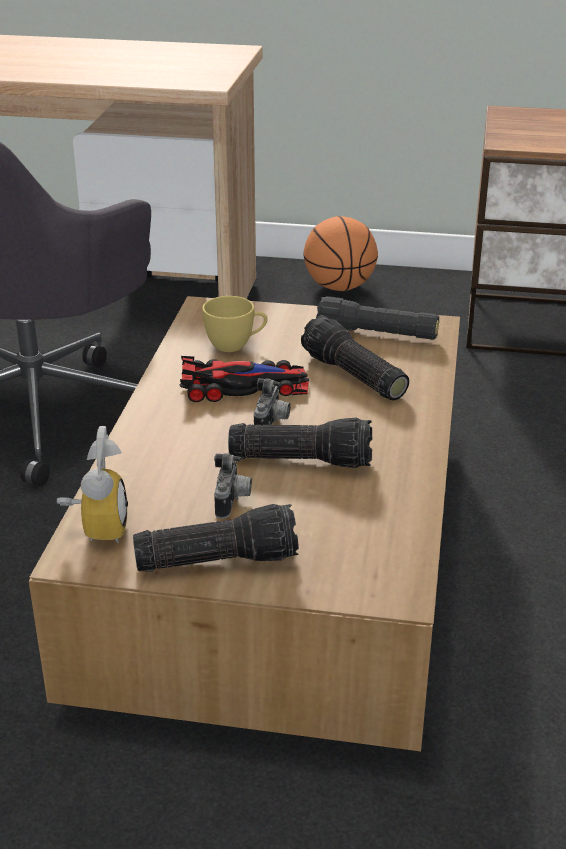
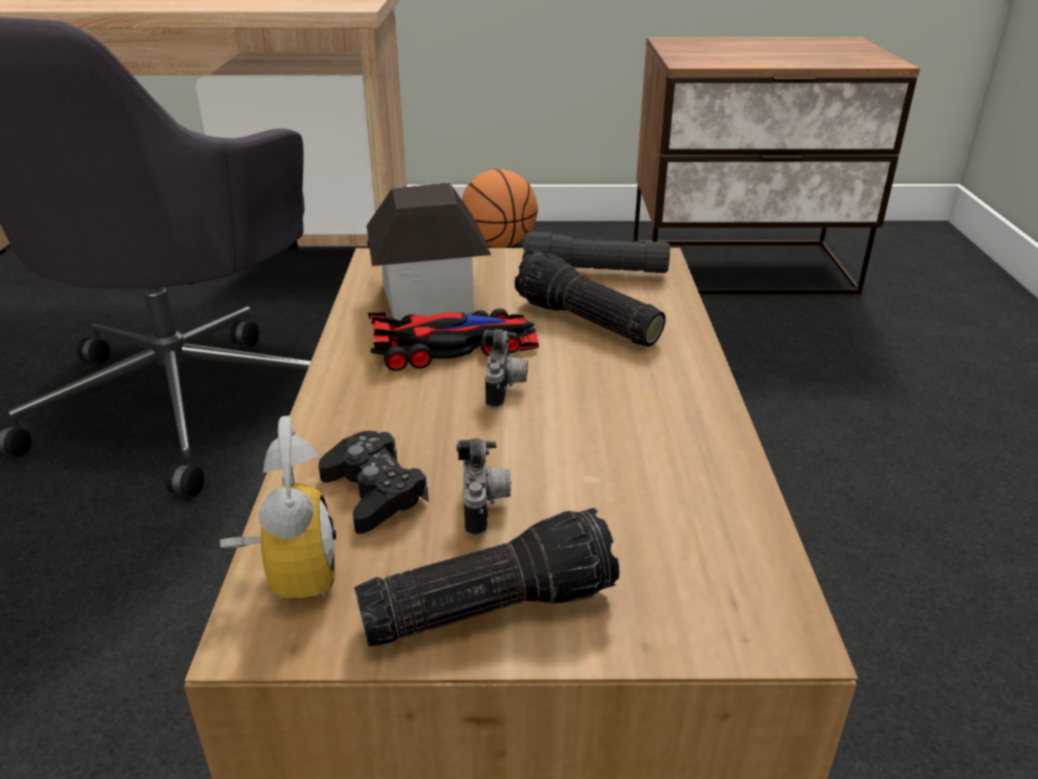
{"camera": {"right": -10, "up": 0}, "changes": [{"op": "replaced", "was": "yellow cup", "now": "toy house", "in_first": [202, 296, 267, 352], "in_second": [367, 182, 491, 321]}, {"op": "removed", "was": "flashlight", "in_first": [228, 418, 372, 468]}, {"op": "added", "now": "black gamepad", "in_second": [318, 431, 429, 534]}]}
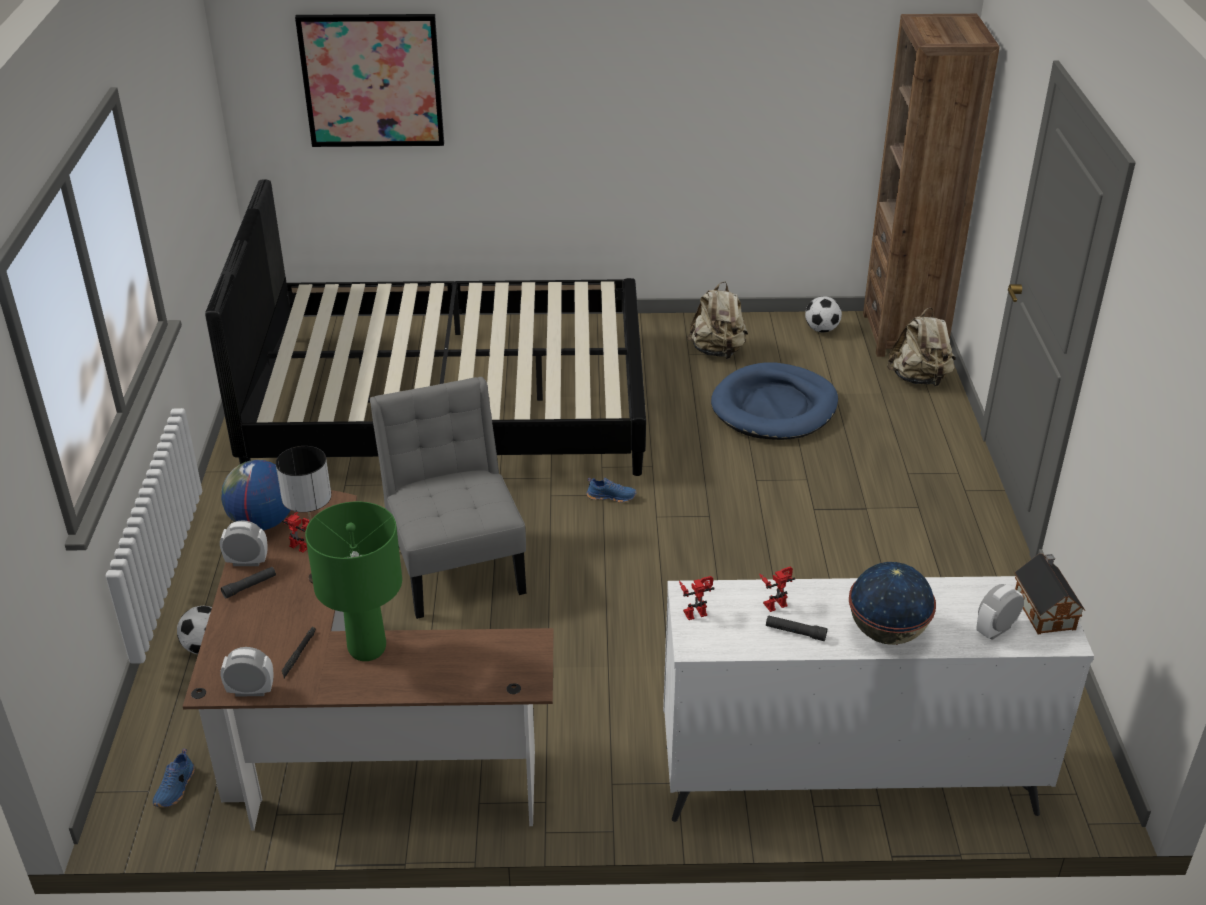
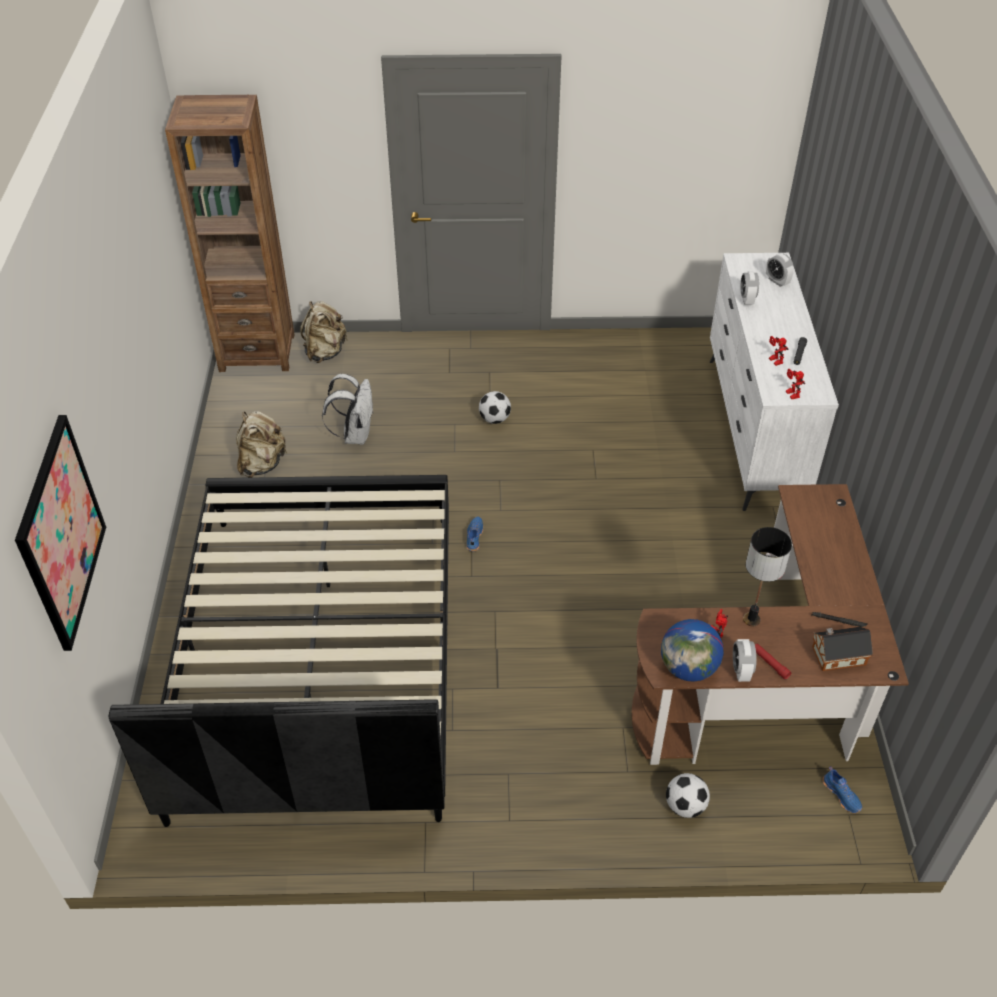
{"camera": {"right": -90, "up": 10}, "changes": [{"op": "turned", "was": "blue shoe", "in_first": [153, 749, 195, 807], "in_second": [823, 766, 862, 813], "clockwise": 45}, {"op": "moved", "was": "table clock", "in_first": [220, 647, 274, 697], "in_second": [740, 271, 759, 305]}, {"op": "recoloured", "was": "black flashlight", "now": "reddish flashlight", "in_first": [221, 567, 276, 599], "in_second": [755, 644, 792, 680]}, {"op": "removed", "was": "green-coloured lamp for a table", "in_first": [305, 501, 402, 661]}, {"op": "removed", "was": "gray upright chair", "in_first": [370, 377, 526, 619]}, {"op": "replaced", "was": "blue pet bed", "now": "white-coloured rucksack", "in_first": [711, 363, 838, 440], "in_second": [322, 374, 374, 445]}, {"op": "moved", "was": "ball for football", "in_first": [805, 296, 842, 333], "in_second": [479, 391, 511, 424]}, {"op": "removed", "was": "globe", "in_first": [849, 562, 936, 645]}, {"op": "moved", "was": "toy house", "in_first": [1014, 554, 1085, 634], "in_second": [812, 627, 873, 671]}]}
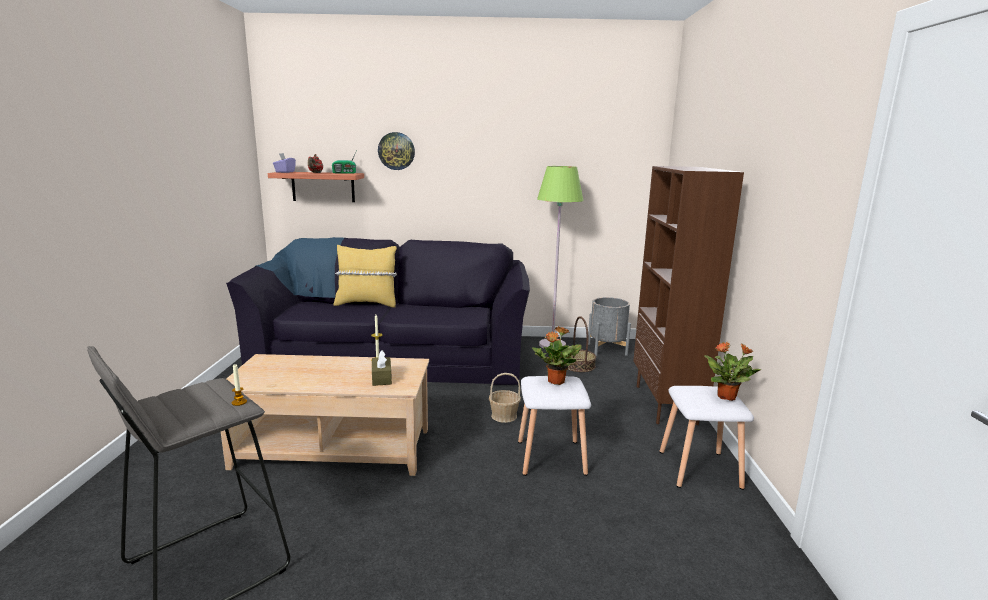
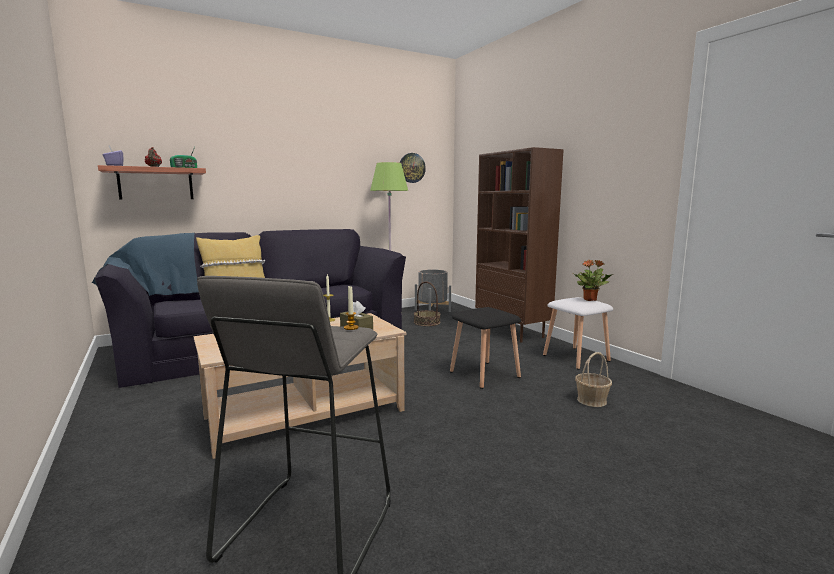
{"camera": {"right": -30, "up": -5}, "changes": [{"op": "moved", "was": "hanging clock", "in_first": [378, 132, 415, 170], "in_second": [400, 153, 426, 183]}, {"op": "moved", "was": "basket", "in_first": [489, 373, 521, 423], "in_second": [575, 352, 612, 407]}, {"op": "recoloured", "was": "white-coloured stool", "now": "black stool", "in_first": [518, 376, 591, 476], "in_second": [450, 307, 521, 389]}, {"op": "removed", "was": "plant in a pot", "in_first": [532, 326, 582, 385]}]}
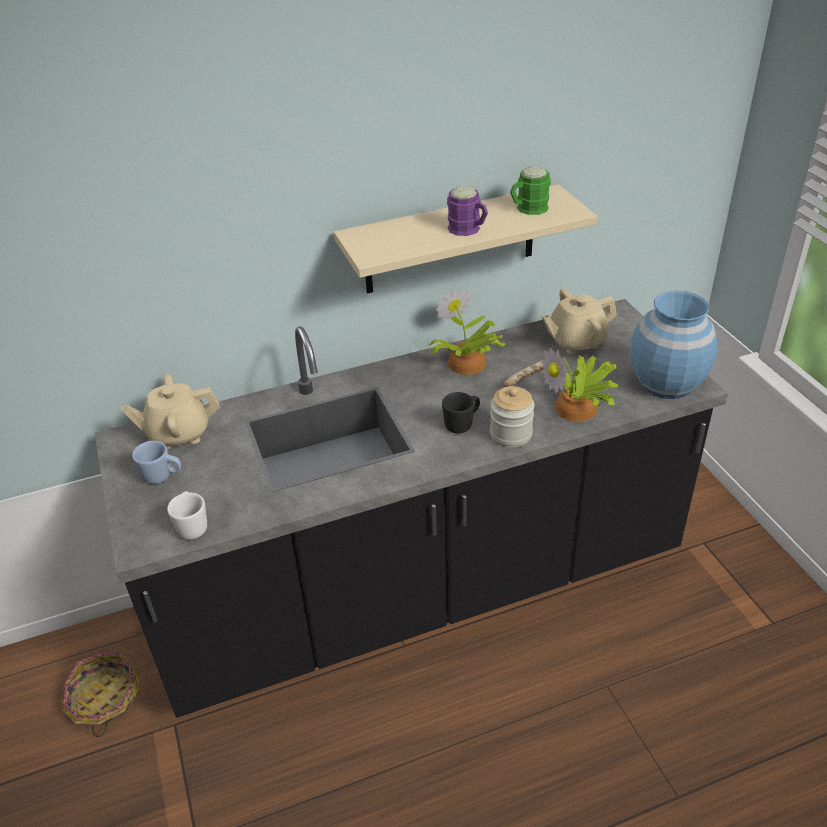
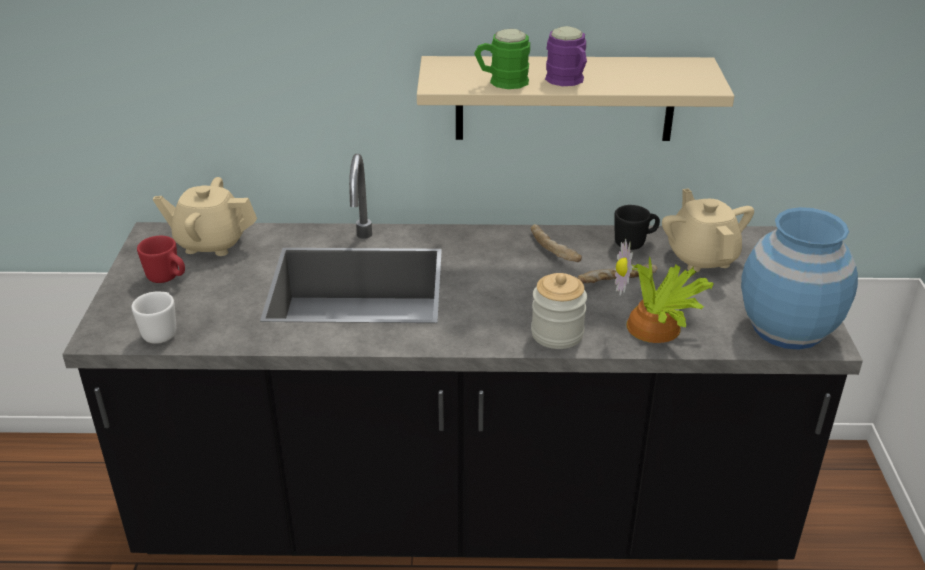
{"camera": {"right": 20, "up": -5}, "changes": [{"op": "removed", "was": "basket", "in_first": [61, 652, 140, 737]}, {"op": "recoloured", "was": "blue coffee mug", "now": "reddish coffee mug", "in_first": [132, 441, 181, 484], "in_second": [137, 236, 185, 283]}, {"op": "replaced", "was": "plant in a pot", "now": "baked bread", "in_first": [429, 288, 507, 375], "in_second": [531, 224, 582, 262]}, {"op": "moved", "was": "black coffee mug", "in_first": [442, 392, 480, 434], "in_second": [614, 205, 660, 250]}, {"op": "moved", "was": "green-coloured coffee mug", "in_first": [510, 166, 551, 215], "in_second": [474, 29, 530, 89]}, {"op": "turned", "was": "sand-coloured tea pot", "in_first": [542, 289, 617, 354], "in_second": [662, 188, 754, 272], "clockwise": 75}]}
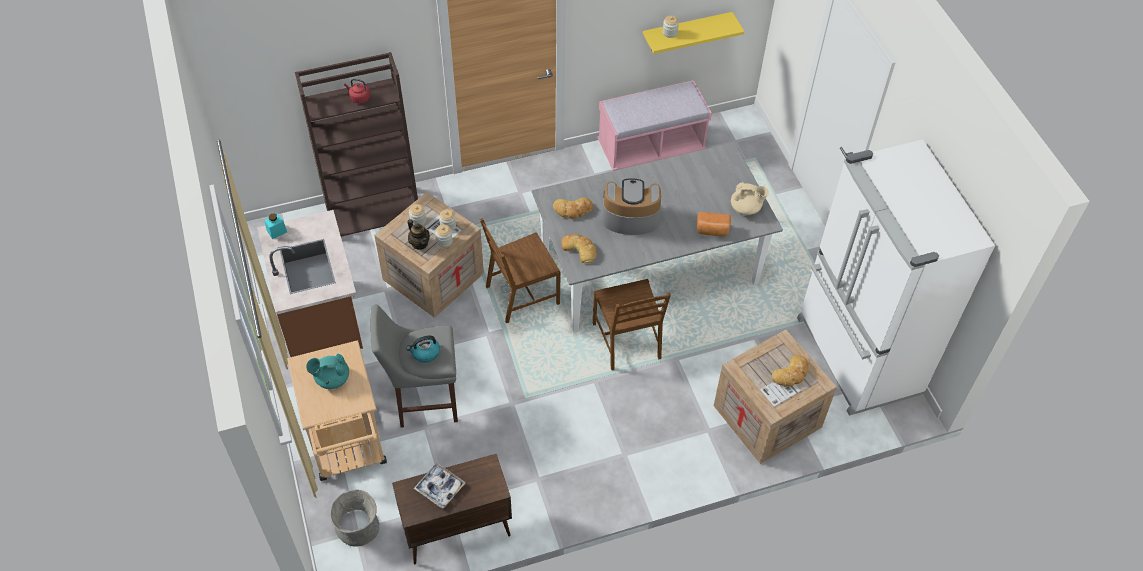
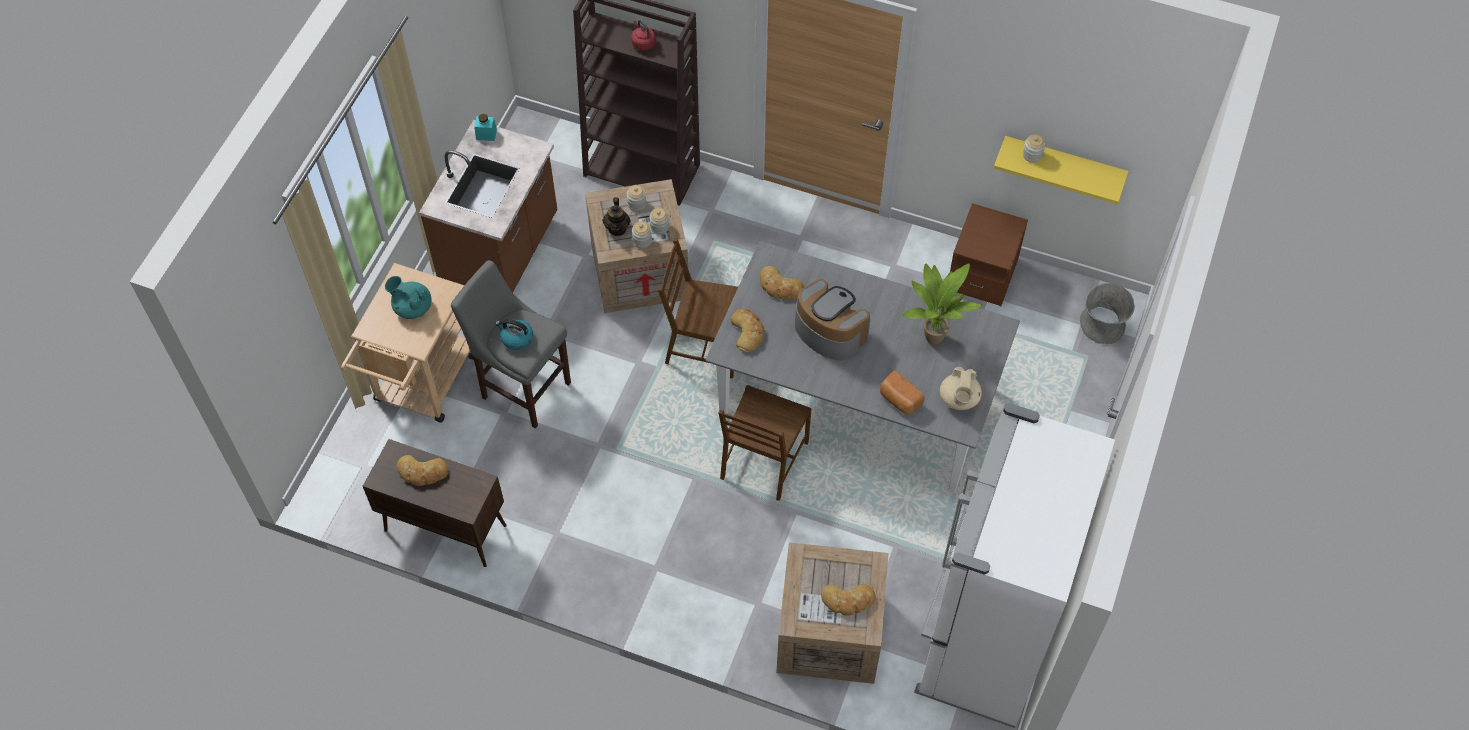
{"camera": {"right": 40, "up": 5}, "changes": [{"op": "moved", "was": "gray decorative vase", "in_first": [330, 489, 379, 547], "in_second": [1080, 283, 1135, 344]}, {"op": "replaced", "was": "carrying tray", "now": "baked bread", "in_first": [414, 463, 466, 508], "in_second": [397, 455, 448, 486]}, {"op": "replaced", "was": "pinkish indoor bench", "now": "brown nightstand", "in_first": [598, 80, 712, 171], "in_second": [950, 203, 1028, 306]}, {"op": "turned", "was": "sand-coloured tea pot", "in_first": [731, 182, 769, 215], "in_second": [940, 367, 982, 410], "clockwise": 45}, {"op": "added", "now": "plant in a pot", "in_second": [902, 263, 982, 344]}]}
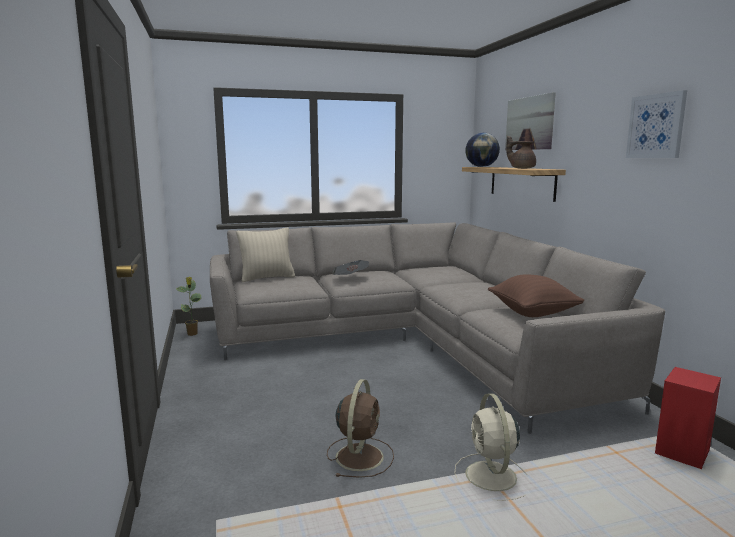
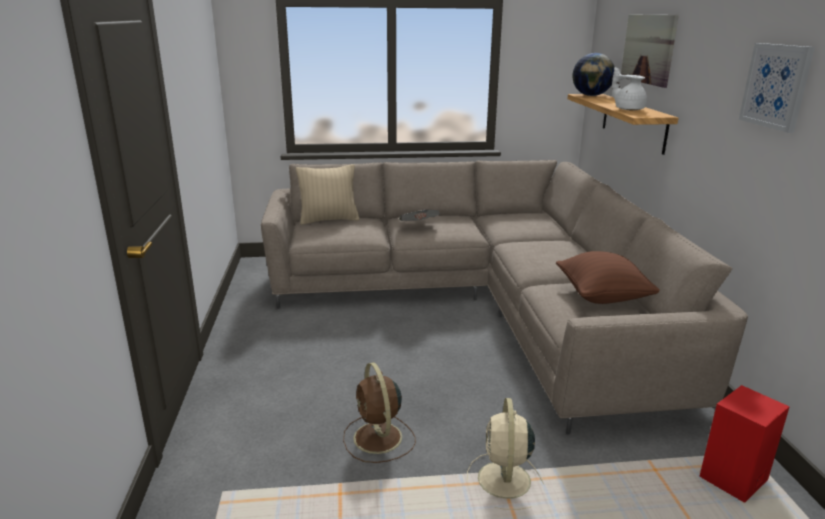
{"camera": {"right": 10, "up": 10}, "changes": [{"op": "removed", "was": "plant in a pot", "in_first": [176, 277, 202, 336]}, {"op": "turned", "was": "brown cooling fan", "in_first": [327, 379, 394, 478], "in_second": [343, 362, 416, 463], "clockwise": 135}, {"op": "recoloured", "was": "brown tea pot", "now": "white-coloured tea pot", "in_first": [506, 136, 536, 169], "in_second": [612, 67, 647, 110]}]}
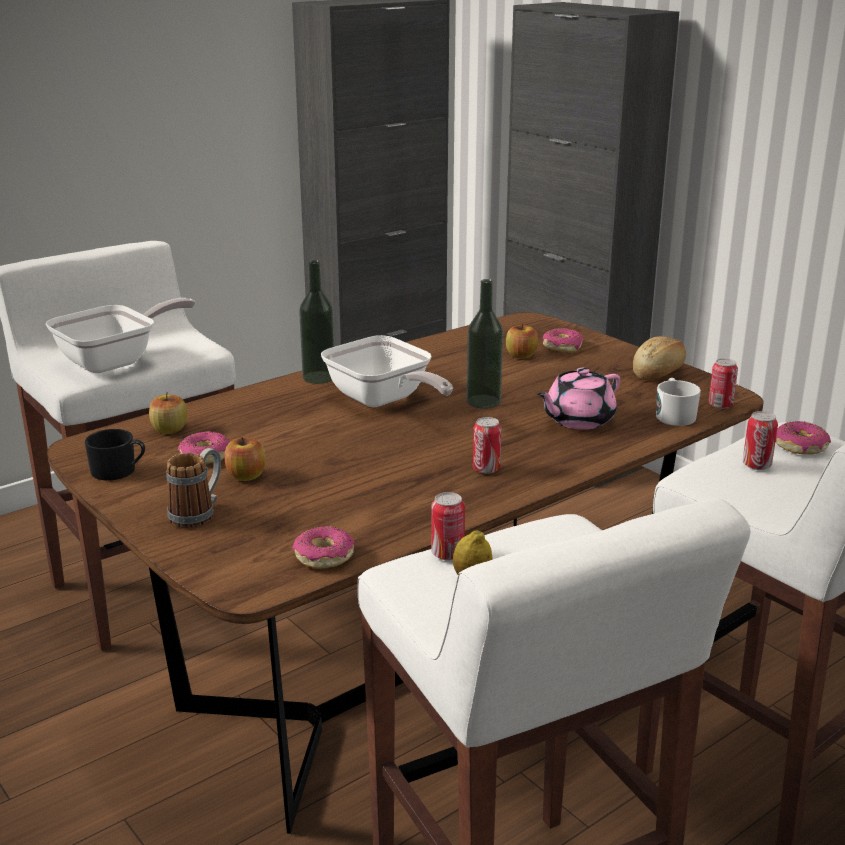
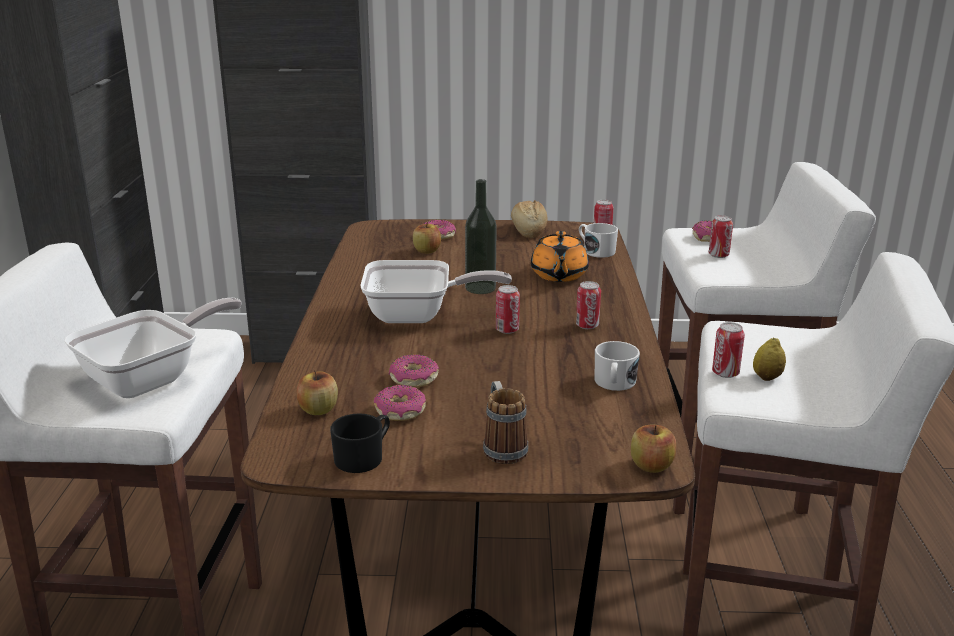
{"camera": {"right": -50, "up": 0}, "changes": [{"op": "turned", "was": "pan", "in_first": [46, 298, 195, 373], "in_second": [64, 298, 242, 398], "clockwise": 45}, {"op": "moved", "was": "apple", "in_first": [225, 437, 266, 481], "in_second": [631, 425, 676, 473]}, {"op": "moved", "was": "donut", "in_first": [292, 526, 355, 568], "in_second": [389, 355, 439, 387]}, {"op": "removed", "was": "beverage bottle", "in_first": [299, 260, 334, 384]}, {"op": "recoloured", "was": "pinkish tea pot", "now": "orangey tea pot", "in_first": [537, 368, 620, 430], "in_second": [531, 231, 589, 282]}, {"op": "added", "now": "sealed can", "in_second": [496, 285, 520, 334]}, {"op": "added", "now": "white-coloured coffee mug", "in_second": [595, 341, 640, 391]}]}
